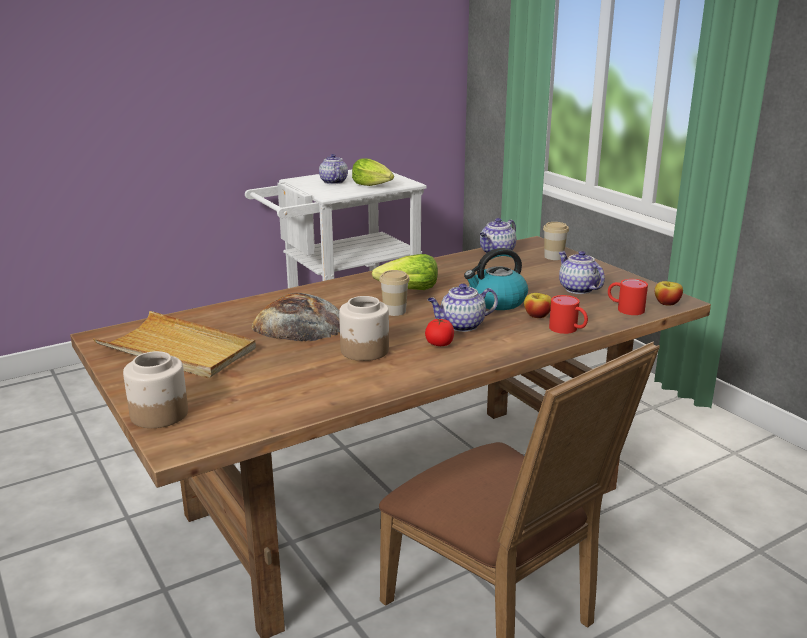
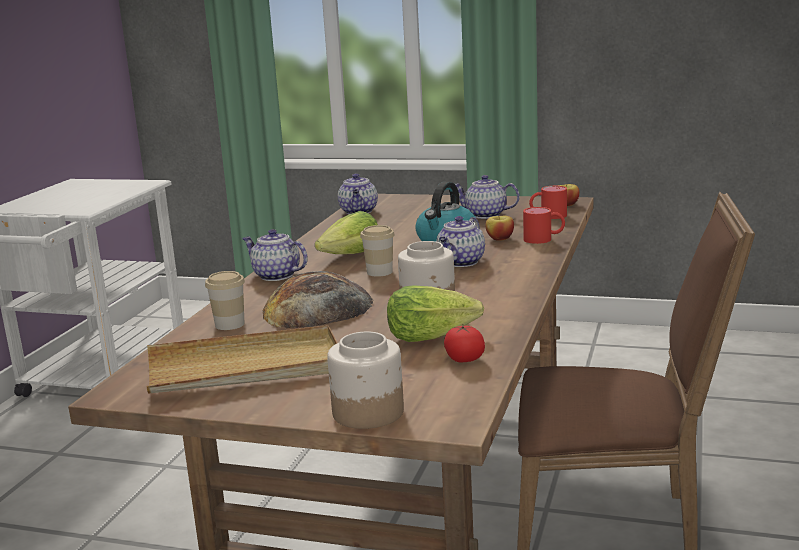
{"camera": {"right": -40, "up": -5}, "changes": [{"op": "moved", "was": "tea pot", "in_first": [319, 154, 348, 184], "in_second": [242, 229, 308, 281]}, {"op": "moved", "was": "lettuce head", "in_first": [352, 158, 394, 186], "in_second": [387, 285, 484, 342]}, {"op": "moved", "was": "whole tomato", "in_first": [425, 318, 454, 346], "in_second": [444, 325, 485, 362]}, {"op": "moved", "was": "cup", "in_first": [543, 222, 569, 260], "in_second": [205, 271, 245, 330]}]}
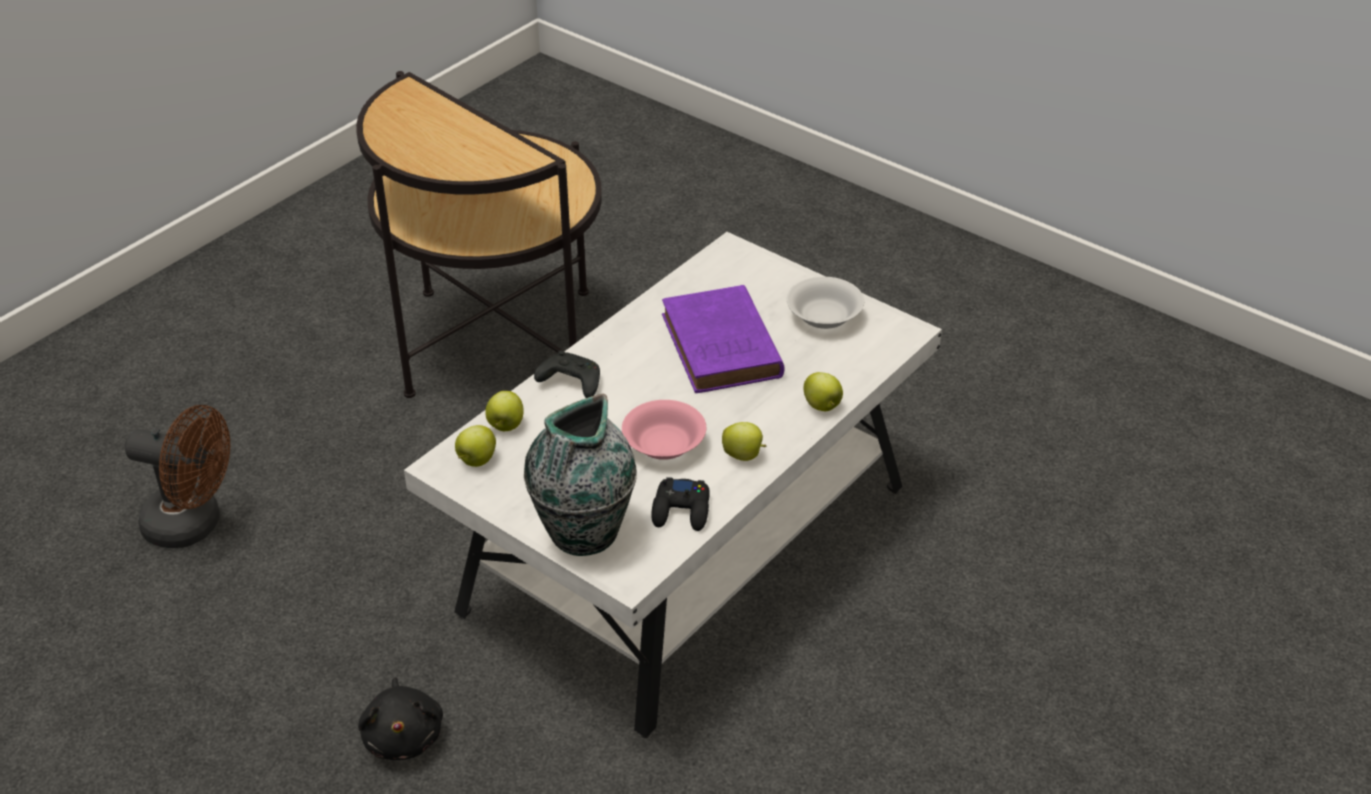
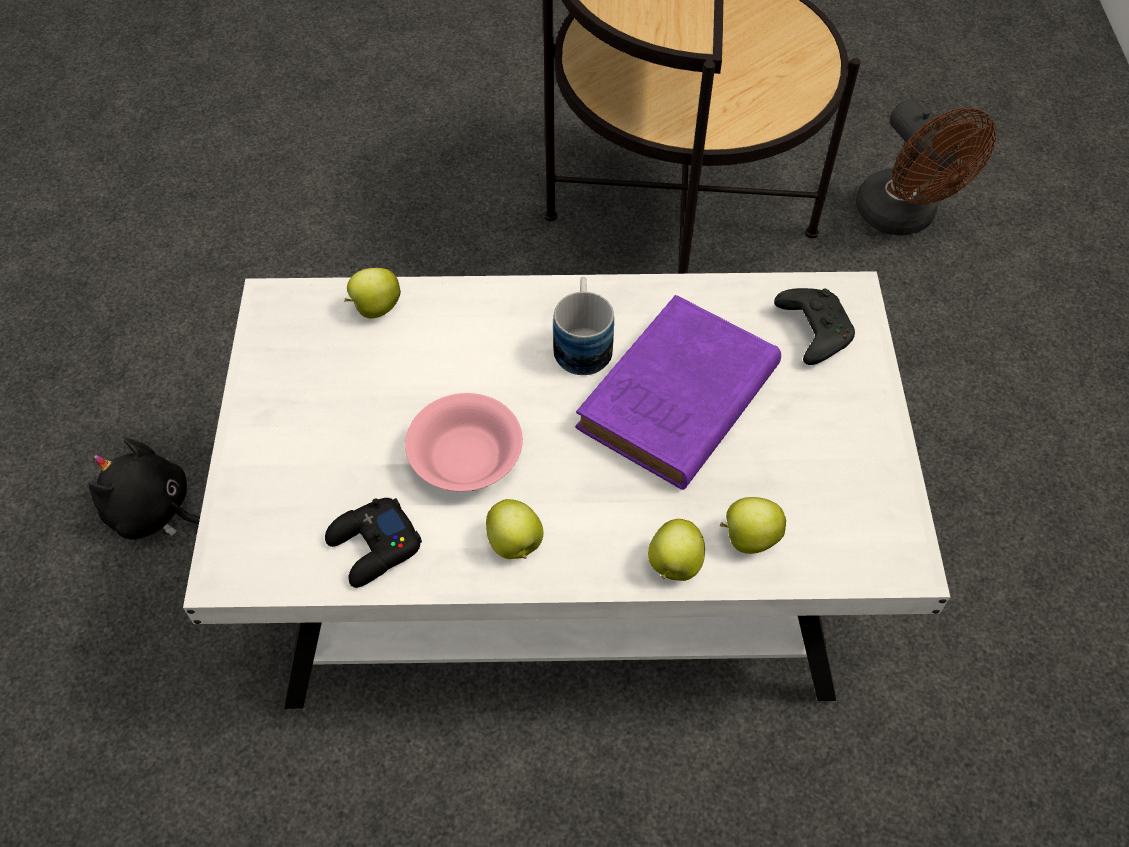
{"camera": {"right": 50, "up": 15}, "changes": [{"op": "moved", "was": "brown cooling fan", "in_first": [125, 405, 230, 548], "in_second": [856, 99, 996, 235]}, {"op": "turned", "was": "black cuddly toy", "in_first": [358, 678, 443, 760], "in_second": [88, 438, 200, 540], "clockwise": 75}, {"op": "moved", "was": "apple", "in_first": [455, 425, 496, 467], "in_second": [720, 497, 786, 554]}, {"op": "removed", "was": "decorative vase", "in_first": [524, 394, 637, 556]}, {"op": "moved", "was": "black gamepad", "in_first": [534, 351, 600, 398], "in_second": [774, 288, 855, 365]}, {"op": "removed", "was": "white-coloured deep dish", "in_first": [787, 277, 864, 329]}, {"op": "added", "now": "coffee mug", "in_second": [553, 277, 614, 375]}]}
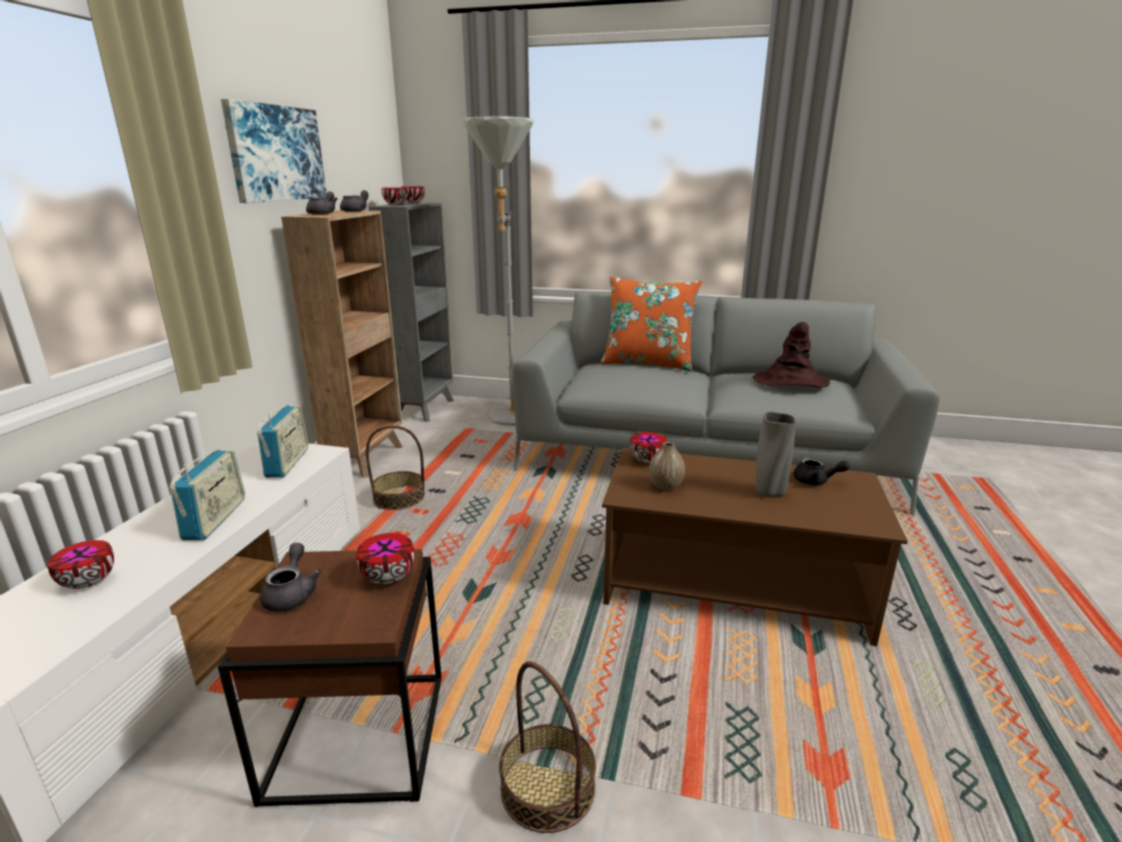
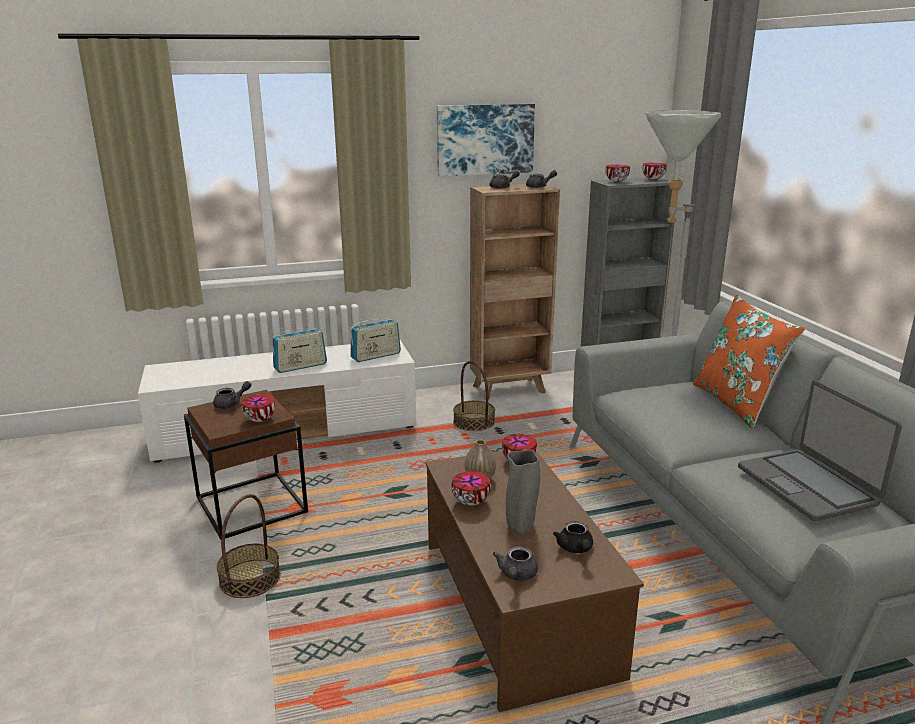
{"camera": {"right": 60, "up": 0}, "changes": [{"op": "moved", "was": "deep dish", "in_first": [48, 540, 114, 589], "in_second": [451, 471, 491, 506]}, {"op": "replaced", "was": "brown hat", "now": "portable computer", "in_first": [753, 322, 830, 388], "in_second": [738, 381, 902, 521]}, {"op": "added", "now": "gray tea pot", "in_second": [493, 546, 538, 581]}]}
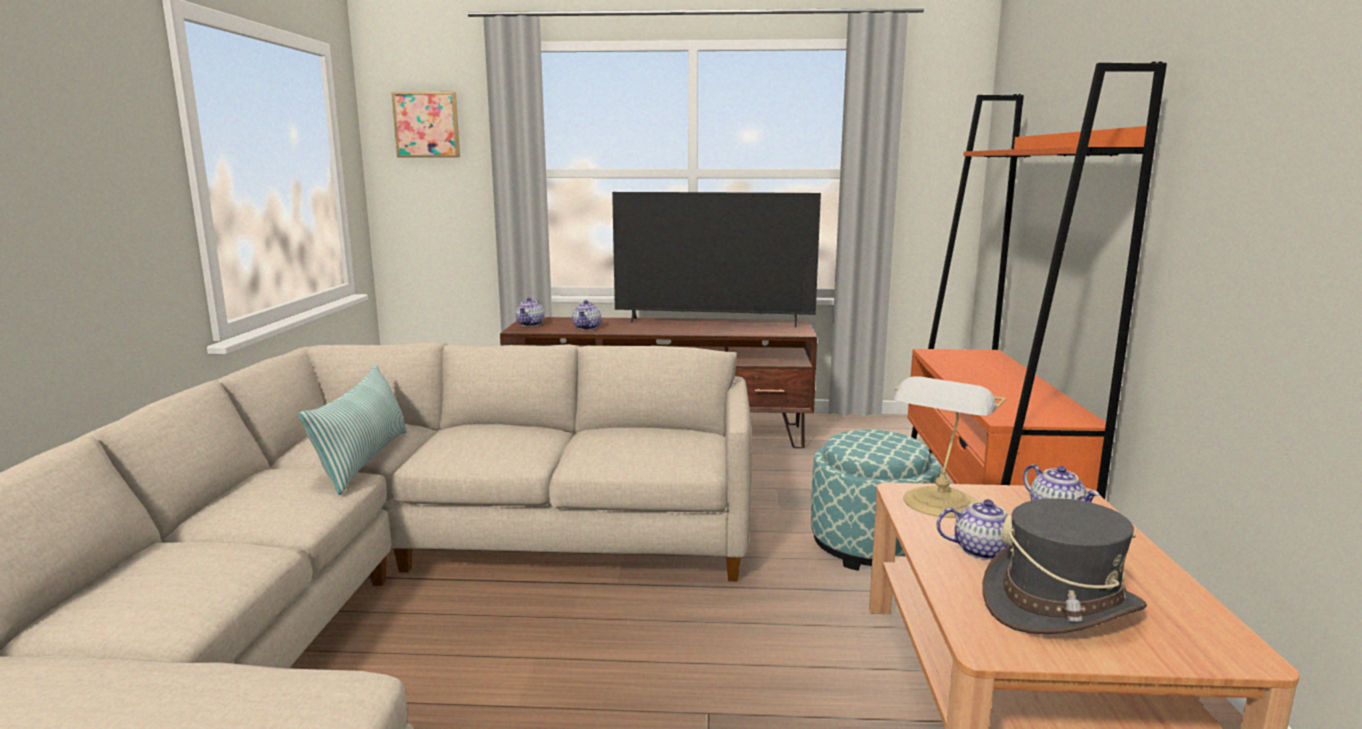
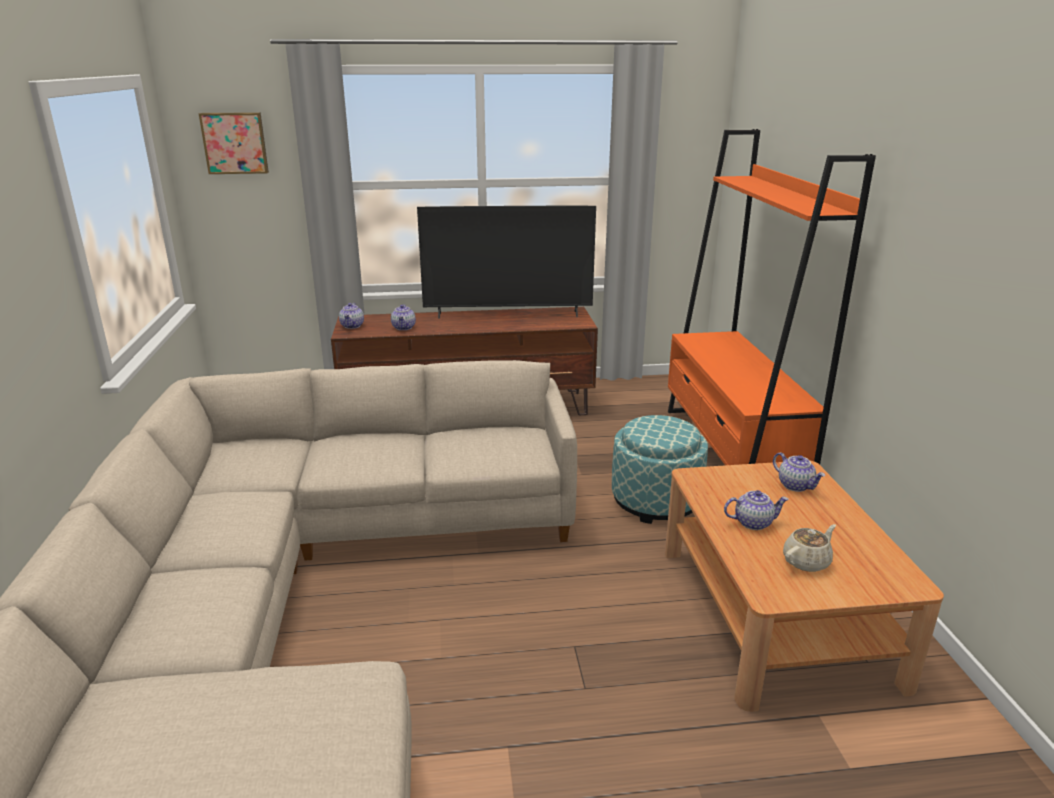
{"camera": {"right": -10, "up": 10}, "changes": [{"op": "removed", "was": "pillow", "in_first": [299, 364, 407, 495]}, {"op": "removed", "was": "lamp for a table", "in_first": [894, 376, 1006, 518]}, {"op": "replaced", "was": "gray hat", "now": "sand-coloured tea pot", "in_first": [982, 498, 1147, 634], "in_second": [783, 524, 836, 572]}]}
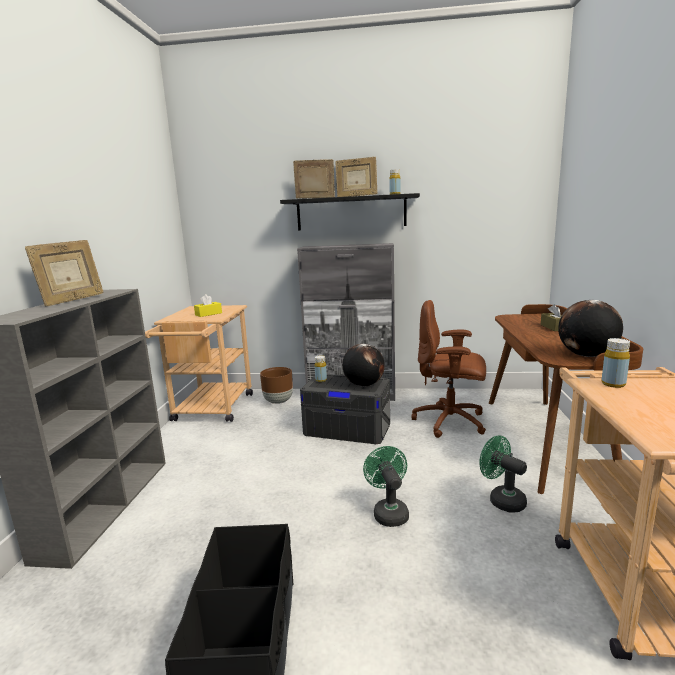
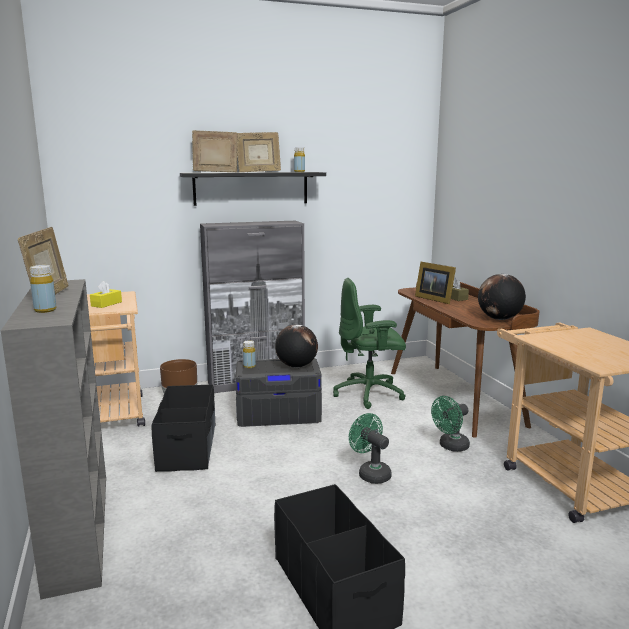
{"camera": {"right": -25, "up": 0}, "changes": [{"op": "recoloured", "was": "brown office chair", "now": "green-coloured office chair", "in_first": [411, 300, 486, 438], "in_second": [333, 278, 406, 409]}, {"op": "turned", "was": "green-coloured cooling fan", "in_first": [479, 435, 527, 513], "in_second": [431, 396, 470, 452], "clockwise": -60}, {"op": "moved", "was": "yellow beverage bottle", "in_first": [601, 338, 630, 388], "in_second": [30, 265, 57, 313]}, {"op": "added", "now": "black storage bin", "in_second": [152, 384, 215, 472]}, {"op": "added", "now": "photo frame", "in_second": [415, 262, 456, 304]}]}
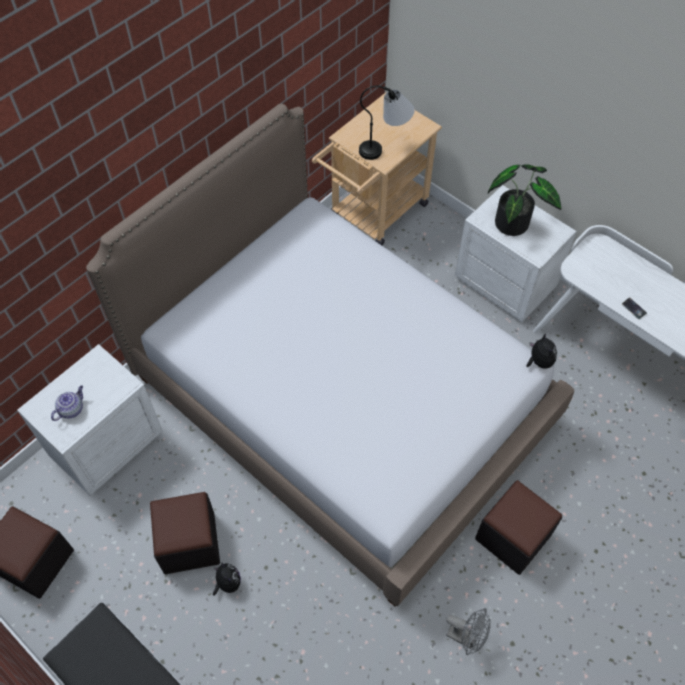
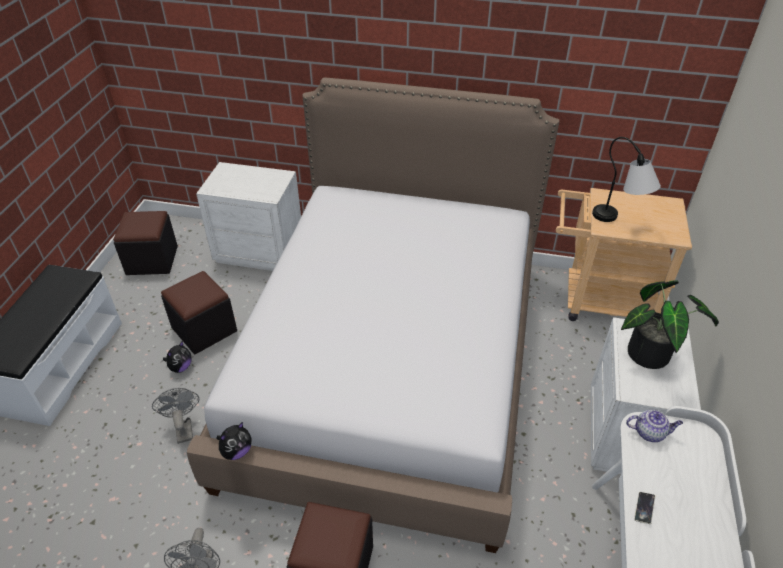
{"camera": {"right": 60, "up": -15}, "changes": [{"op": "moved", "was": "tea pot", "in_first": [51, 385, 83, 421], "in_second": [626, 410, 683, 442]}, {"op": "moved", "was": "cuddly toy", "in_first": [527, 333, 557, 368], "in_second": [216, 422, 252, 460]}, {"op": "added", "now": "gray cooling fan", "in_second": [152, 388, 199, 444]}]}
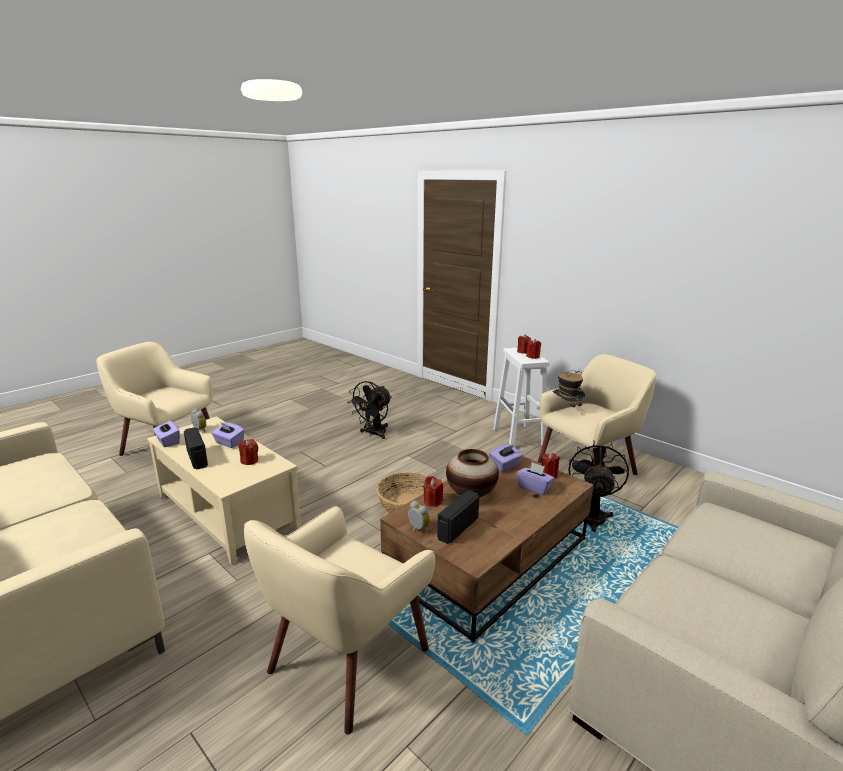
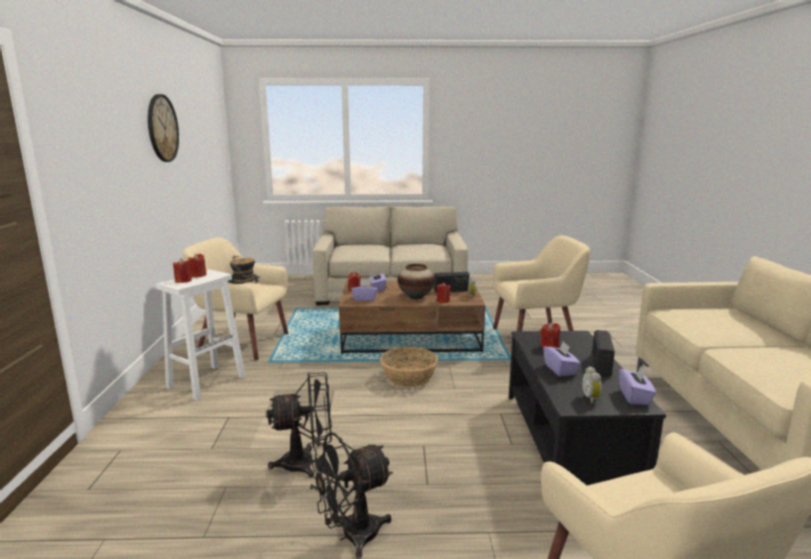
{"camera": {"right": -135, "up": -5}, "changes": [{"op": "recoloured", "was": "sand-coloured coffee table", "now": "black coffee table", "in_first": [147, 417, 301, 565], "in_second": [509, 331, 666, 485]}, {"op": "moved", "was": "black cooling fan", "in_first": [568, 441, 629, 532], "in_second": [306, 432, 393, 558]}, {"op": "added", "now": "hanging clock", "in_second": [148, 94, 179, 162]}]}
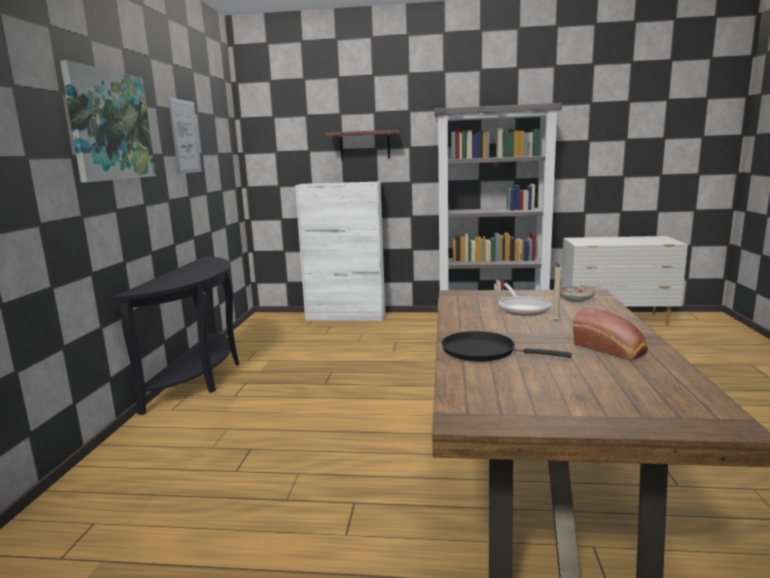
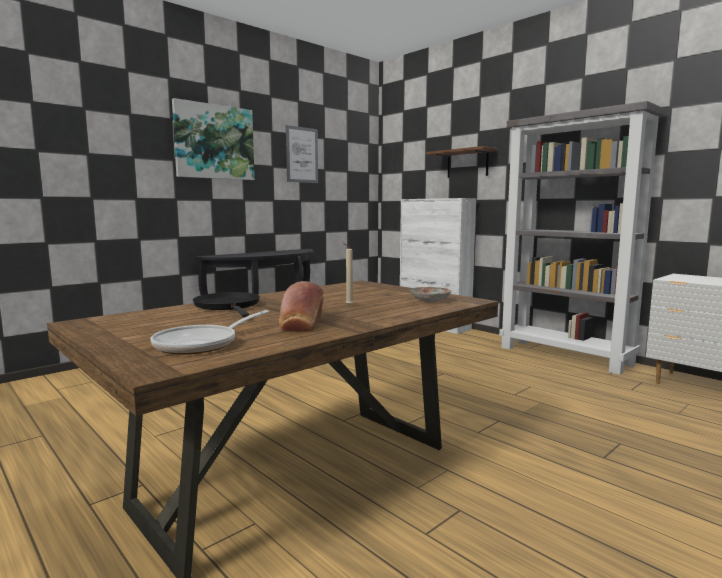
{"camera": {"right": 40, "up": -5}, "changes": [{"op": "moved", "was": "pan", "in_first": [499, 283, 551, 316], "in_second": [150, 310, 269, 354]}]}
